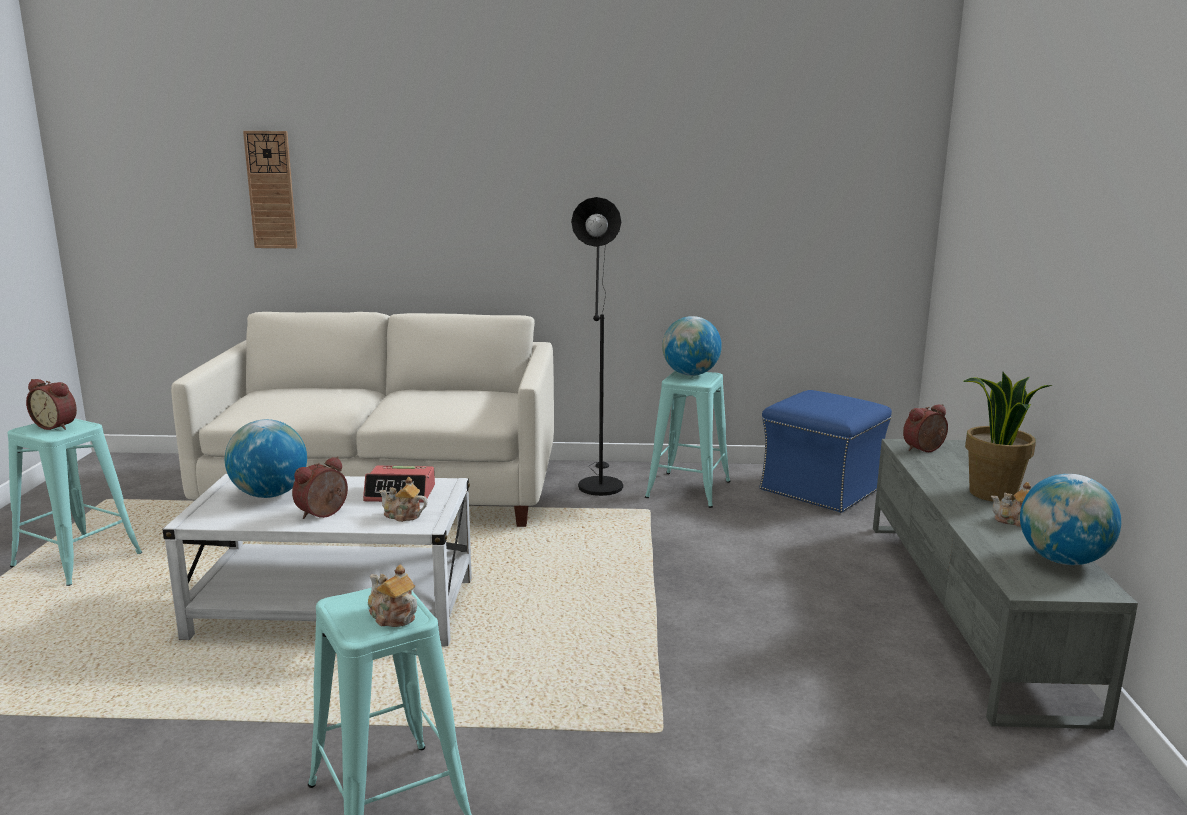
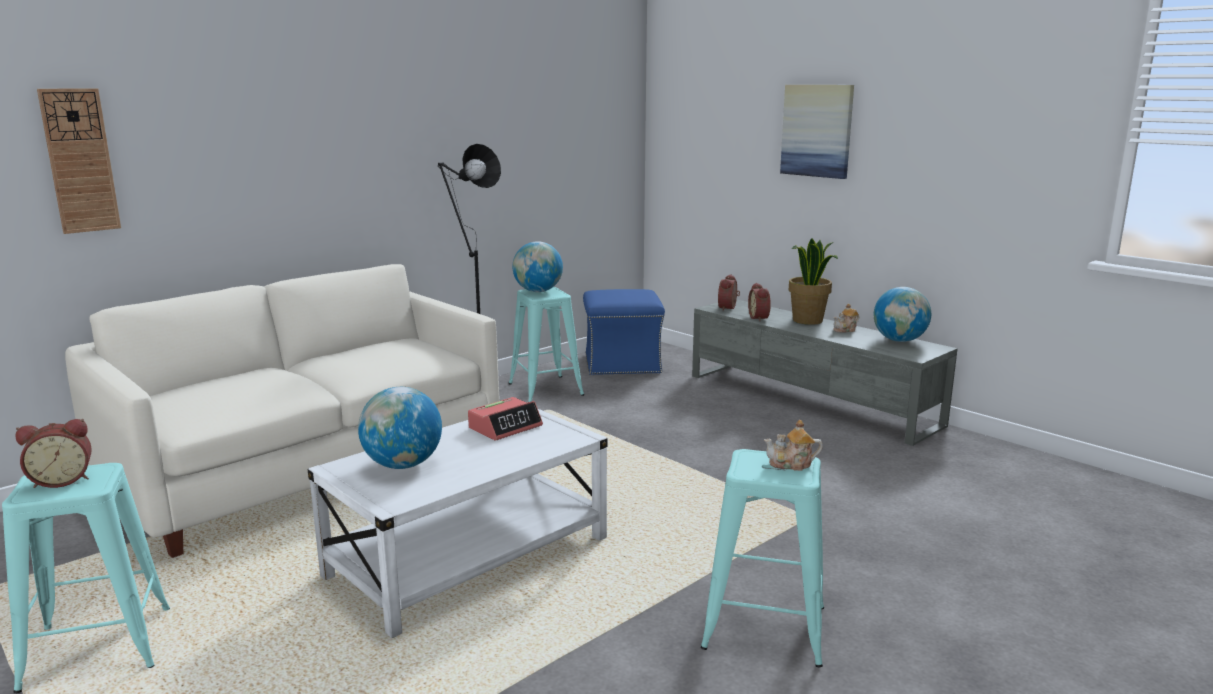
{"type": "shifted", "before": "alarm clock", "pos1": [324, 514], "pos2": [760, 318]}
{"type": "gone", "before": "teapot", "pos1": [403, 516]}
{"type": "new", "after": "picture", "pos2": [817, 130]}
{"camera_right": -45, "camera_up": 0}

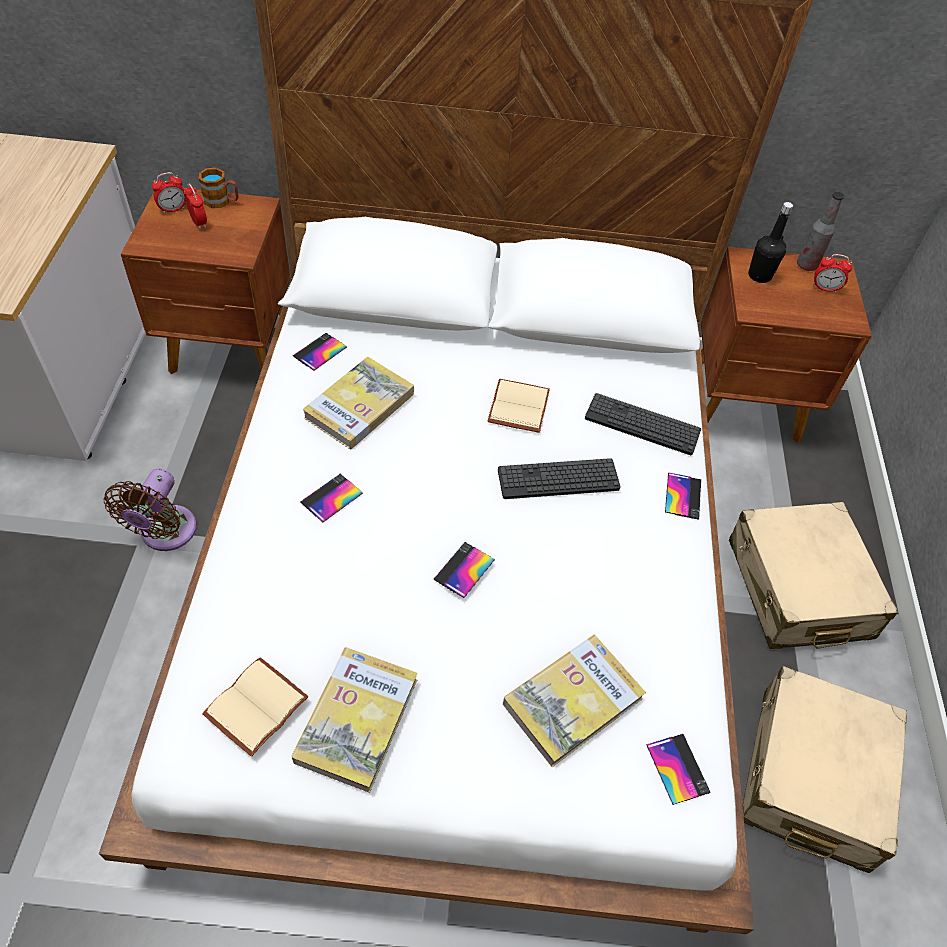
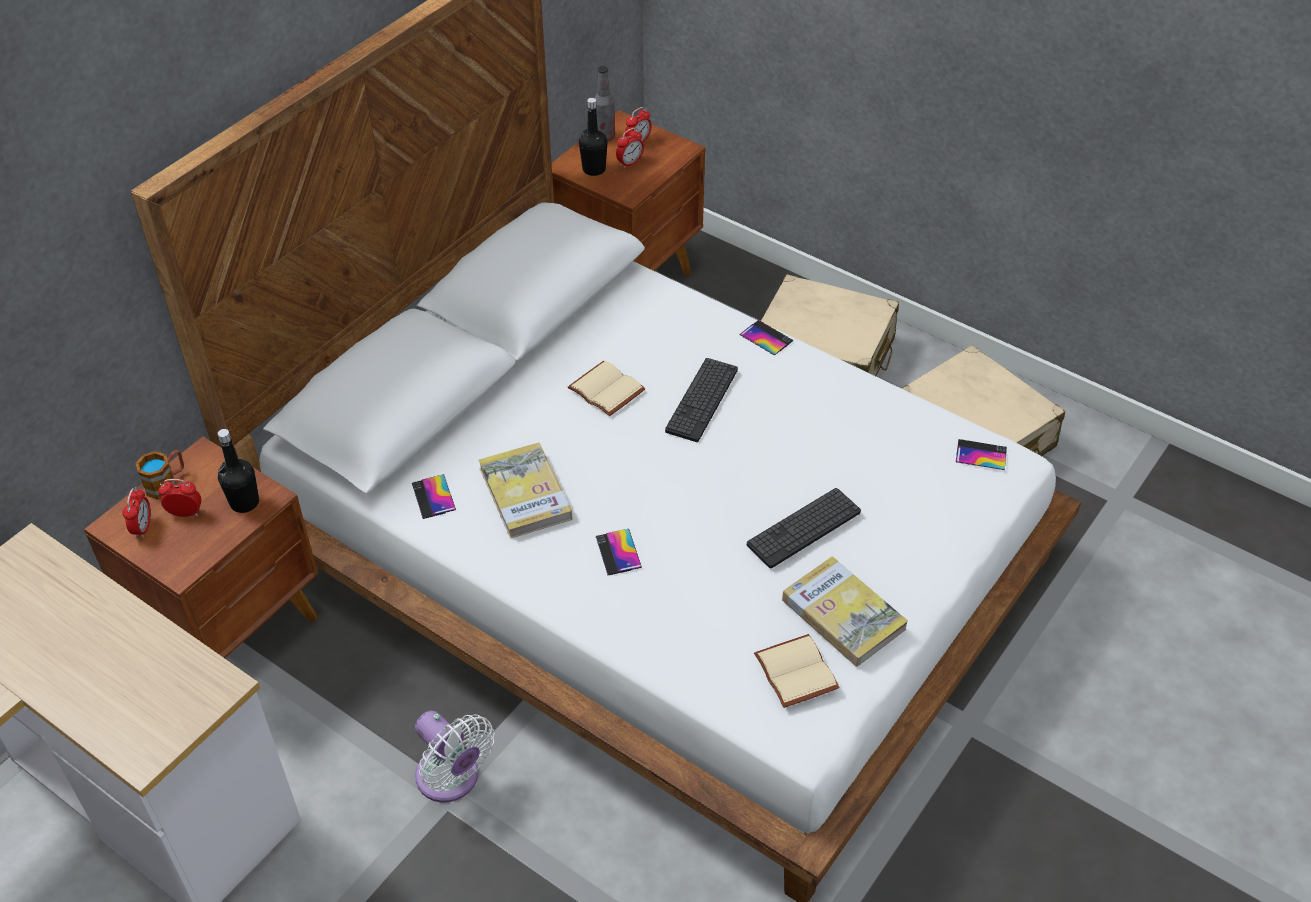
{"type": "repainted", "before": "fan (brown)", "after": "fan (white)", "pos1": [165, 533], "pos2": [451, 779]}
{"type": "gone", "before": "phone", "pos1": [464, 569]}
{"type": "gone", "before": "book", "pos1": [572, 701]}
{"type": "shifted", "before": "keyboard", "pos1": [642, 424], "pos2": [804, 528]}
{"type": "new", "after": "bottle (black)", "pos2": [244, 502]}
{"type": "new", "after": "alarm clock", "pos2": [630, 163]}
{"camera_right": -55, "camera_up": -5}

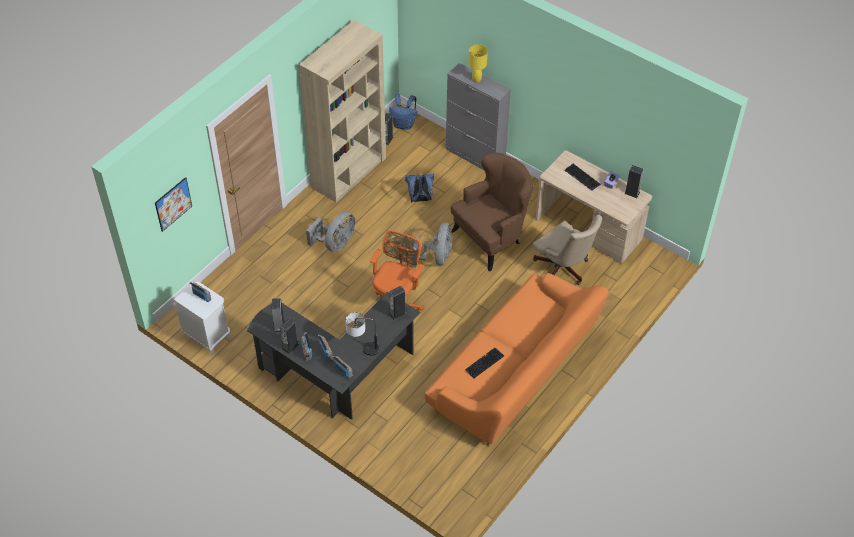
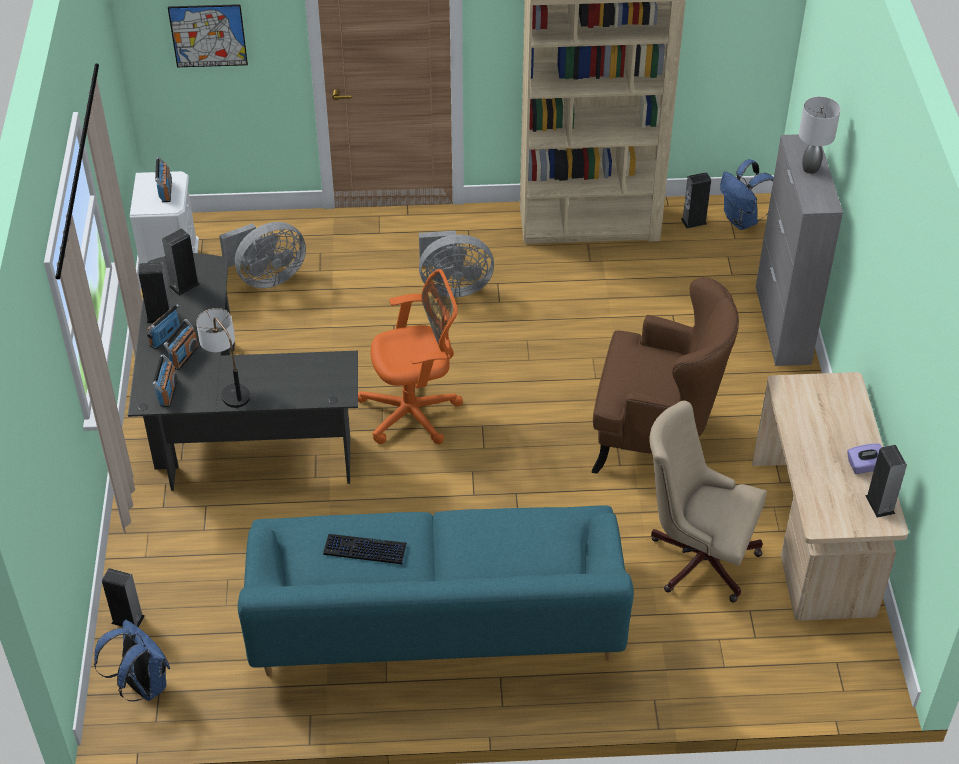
{"type": "shifted", "before": "speaker", "pos1": [397, 313], "pos2": [128, 619]}
{"type": "shifted", "before": "backpack (blue)", "pos1": [420, 199], "pos2": [142, 685]}
{"type": "shifted", "before": "fan (grey)", "pos1": [436, 258], "pos2": [267, 278]}
{"type": "repainted", "before": "sofa (orange)", "after": "sofa (turquoise)", "pos1": [514, 372], "pos2": [436, 620]}
{"type": "repainted", "before": "table lamp (yellow)", "after": "table lamp (grey)", "pos1": [477, 80], "pos2": [810, 169]}
{"type": "rotated", "before": "office chair (beige)", "pos1": [563, 270], "pos2": [696, 556], "turn": 105}
{"type": "gone", "before": "keyboard", "pos1": [582, 177]}
{"camera_right": 50, "camera_up": -5}

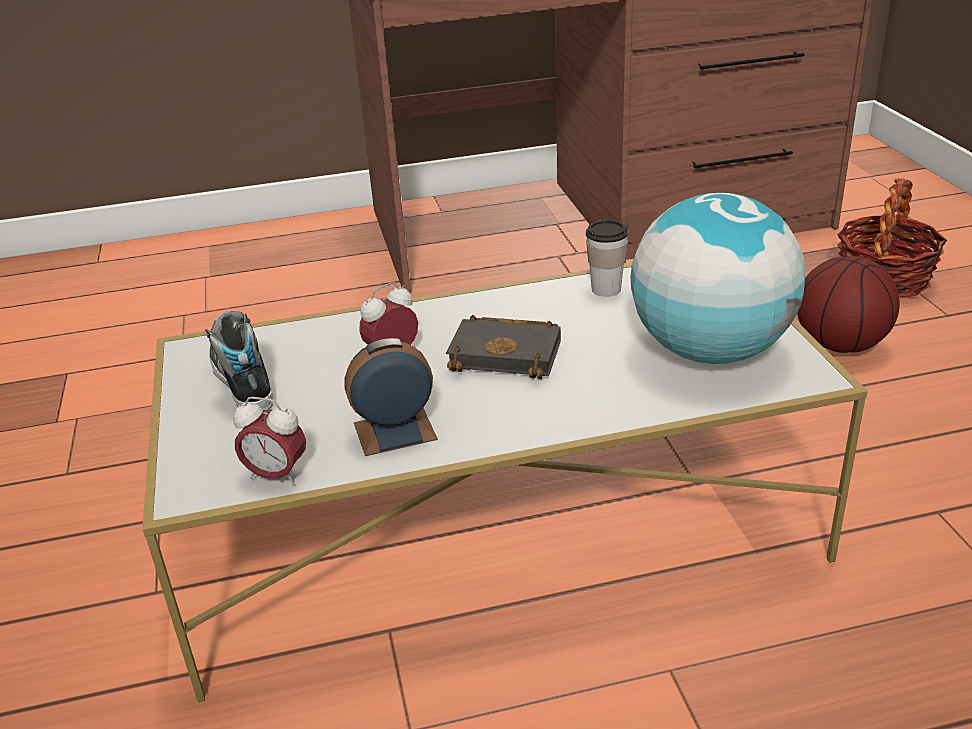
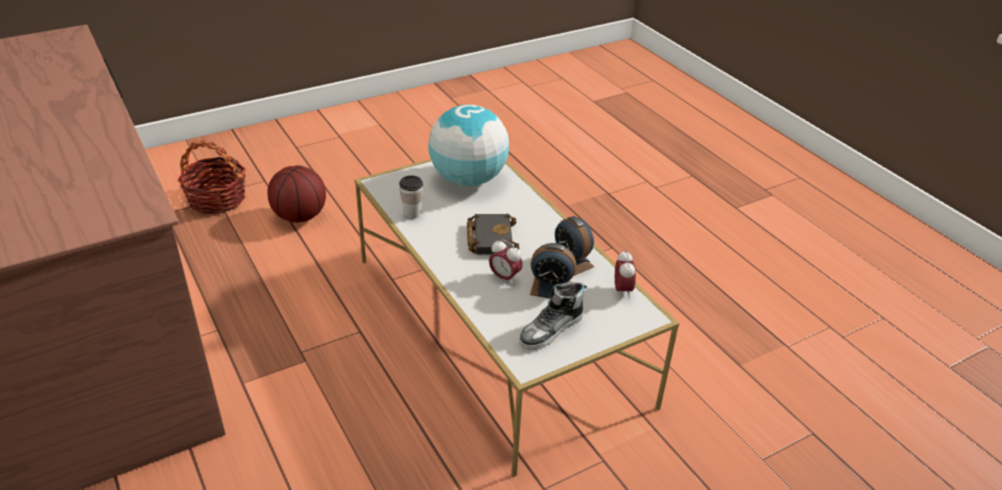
{"type": "new", "after": "alarm clock", "pos2": [551, 288]}
{"camera_right": -110, "camera_up": 5}

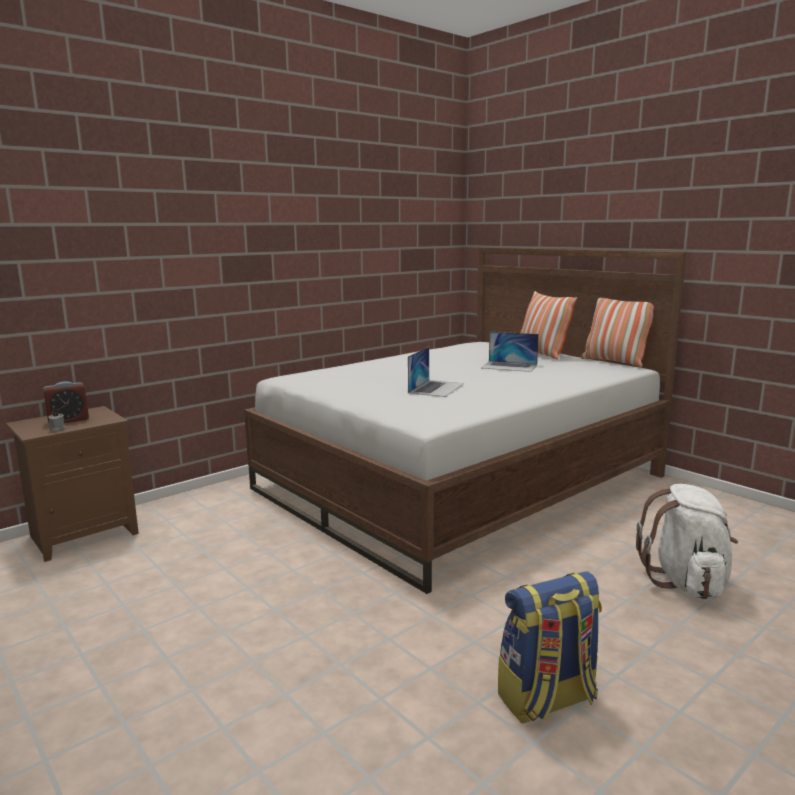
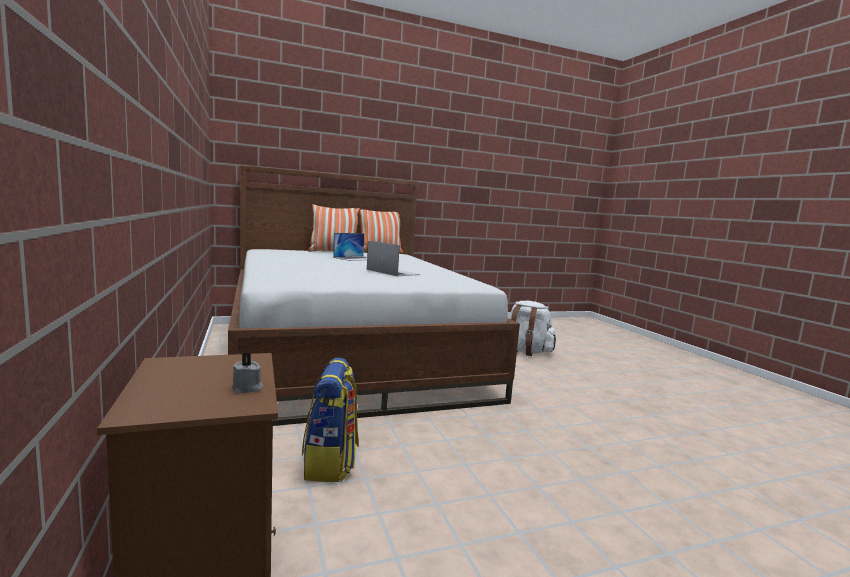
{"type": "gone", "before": "alarm clock", "pos1": [68, 420]}
{"type": "shifted", "before": "backpack", "pos1": [547, 700], "pos2": [331, 463]}
{"camera_right": -70, "camera_up": -5}

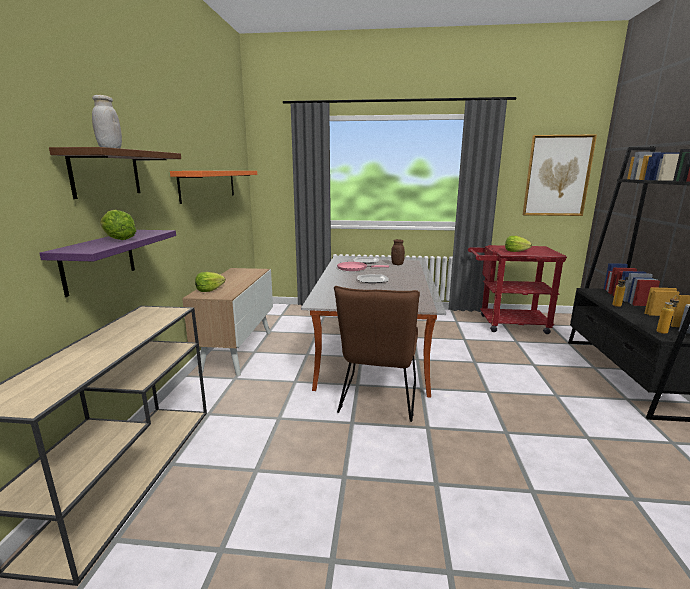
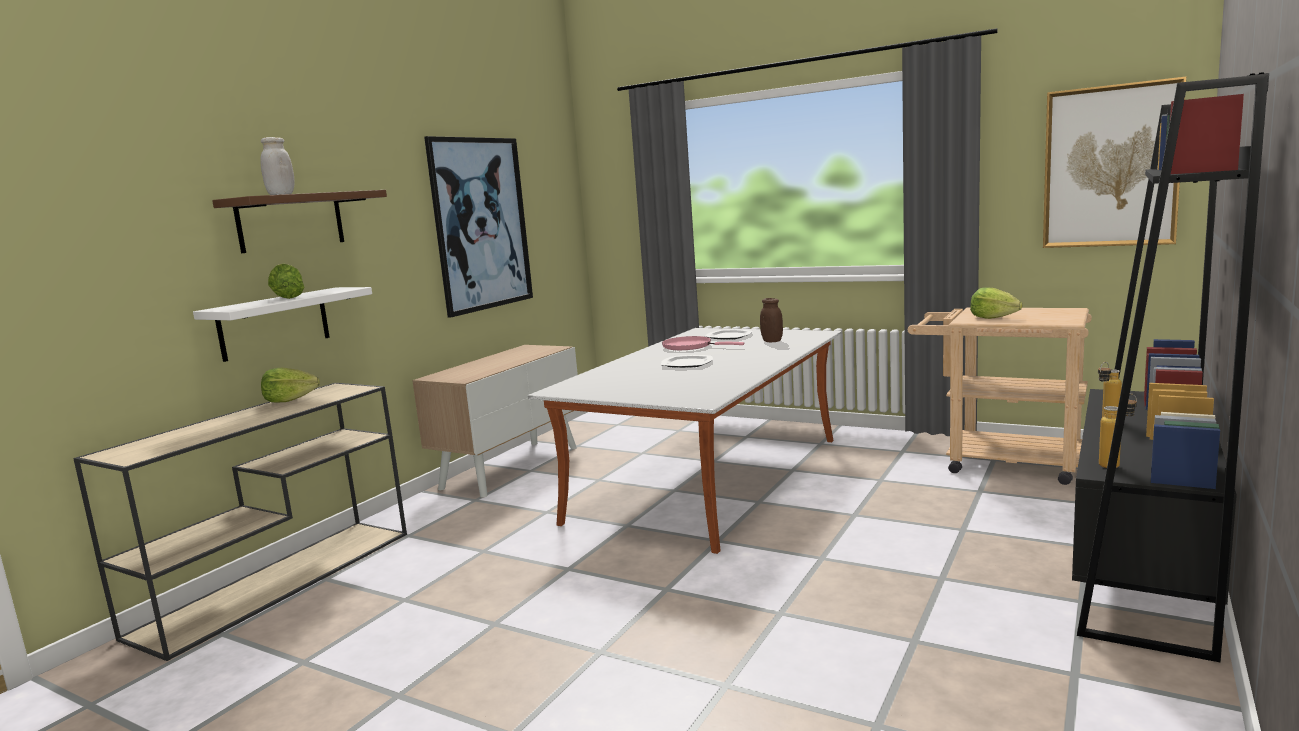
{"type": "repainted", "before": "shelf (purple)", "after": "shelf (white)", "pos1": [99, 261], "pos2": [274, 323]}
{"type": "swapped", "before": "shelf (orange)", "after": "picture", "pos1": [208, 185], "pos2": [481, 224]}
{"type": "shifted", "before": "lettuce", "pos1": [209, 290], "pos2": [289, 400]}
{"type": "gone", "before": "chair (brown)", "pos1": [377, 400]}
{"type": "repainted", "before": "cart (red)", "after": "cart (beige)", "pos1": [506, 324], "pos2": [999, 462]}
{"camera_right": 25, "camera_up": -5}

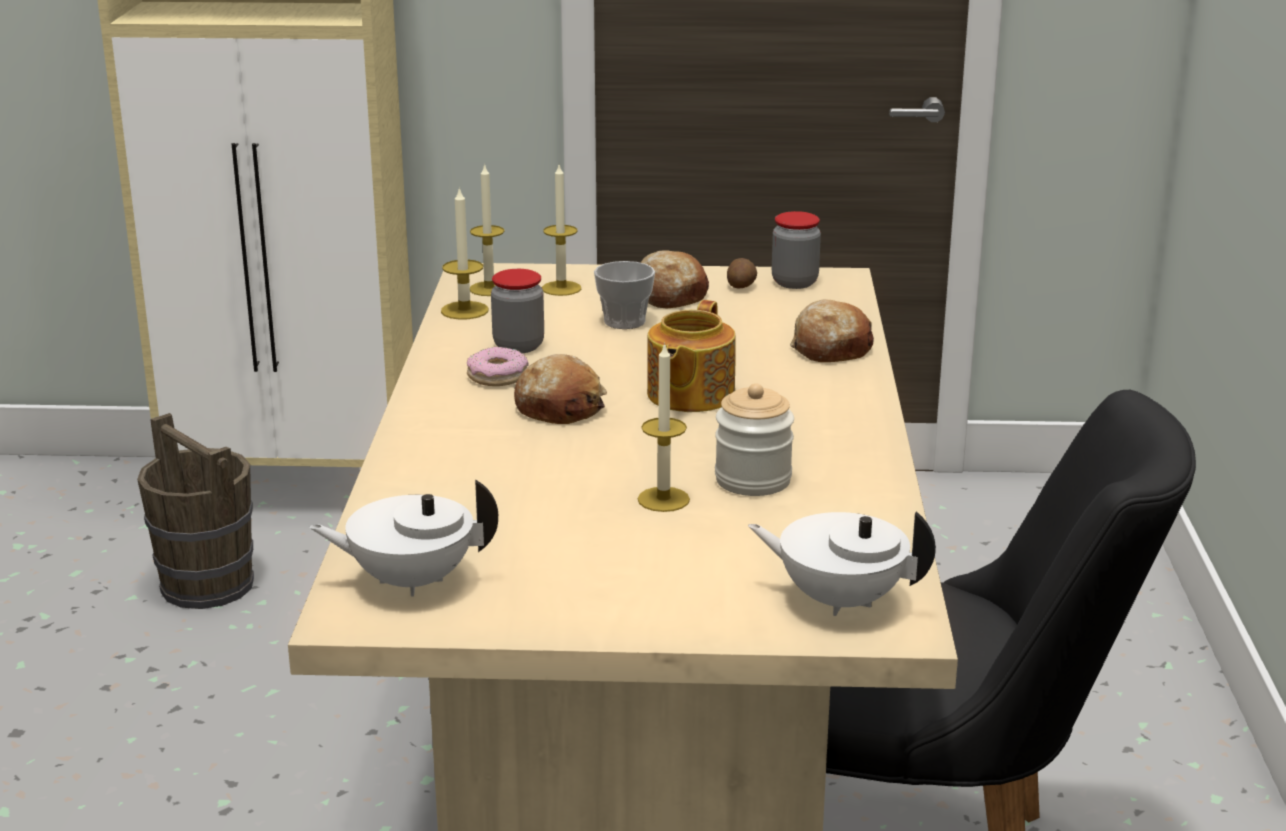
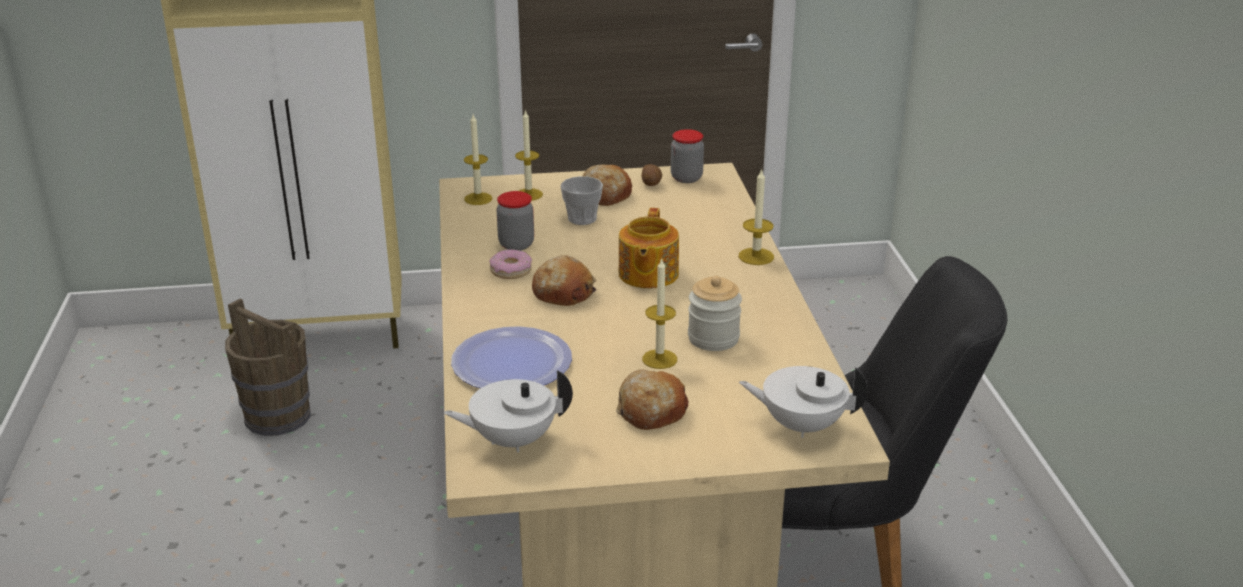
{"type": "shifted", "before": "candle", "pos1": [464, 310], "pos2": [756, 256]}
{"type": "shifted", "before": "bread", "pos1": [830, 348], "pos2": [651, 411]}
{"type": "new", "after": "plate", "pos2": [512, 362]}
{"camera_right": -10, "camera_up": 5}

